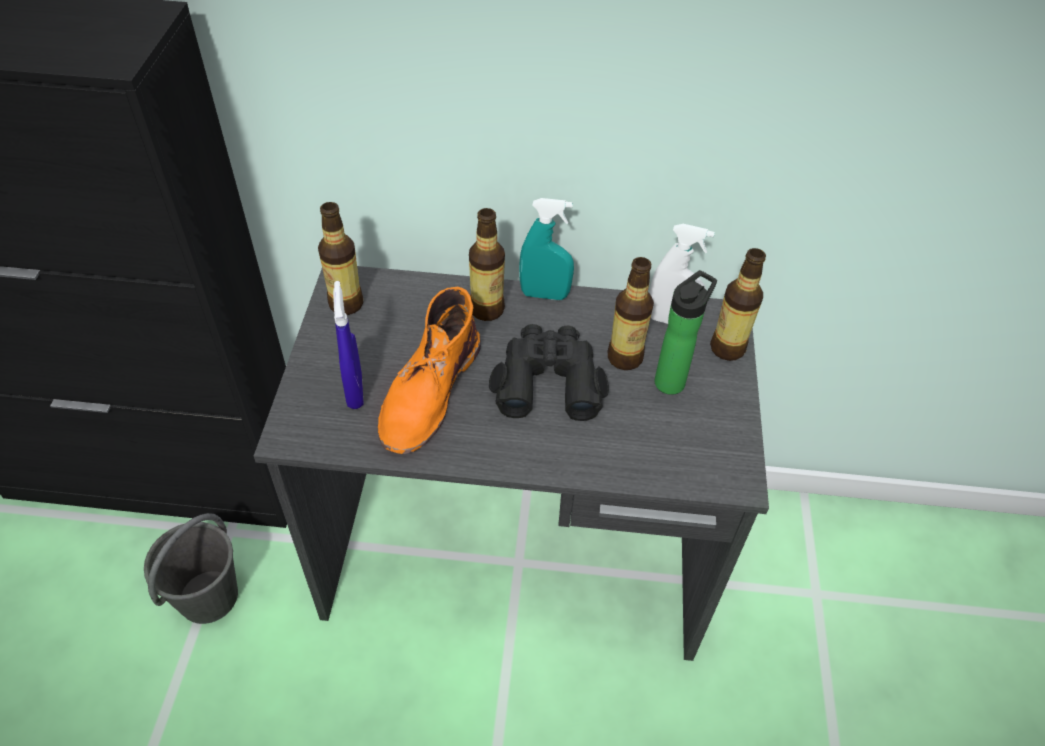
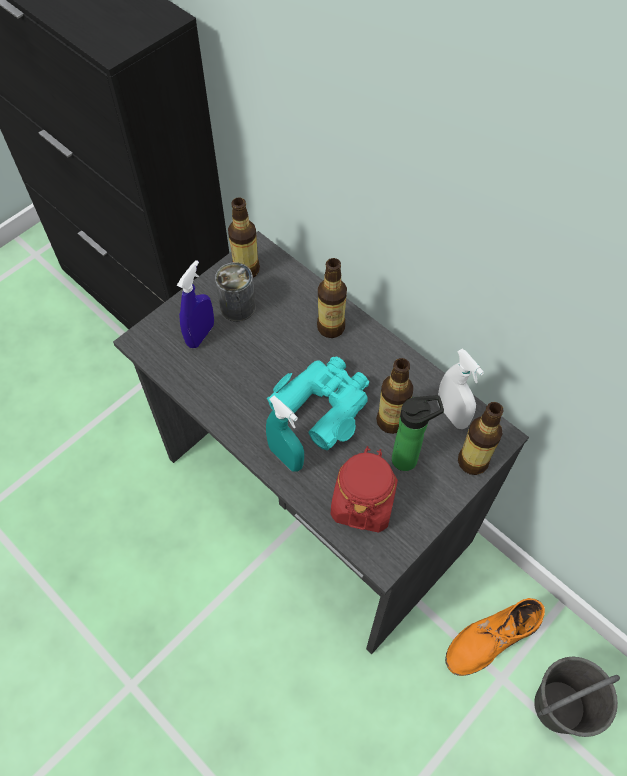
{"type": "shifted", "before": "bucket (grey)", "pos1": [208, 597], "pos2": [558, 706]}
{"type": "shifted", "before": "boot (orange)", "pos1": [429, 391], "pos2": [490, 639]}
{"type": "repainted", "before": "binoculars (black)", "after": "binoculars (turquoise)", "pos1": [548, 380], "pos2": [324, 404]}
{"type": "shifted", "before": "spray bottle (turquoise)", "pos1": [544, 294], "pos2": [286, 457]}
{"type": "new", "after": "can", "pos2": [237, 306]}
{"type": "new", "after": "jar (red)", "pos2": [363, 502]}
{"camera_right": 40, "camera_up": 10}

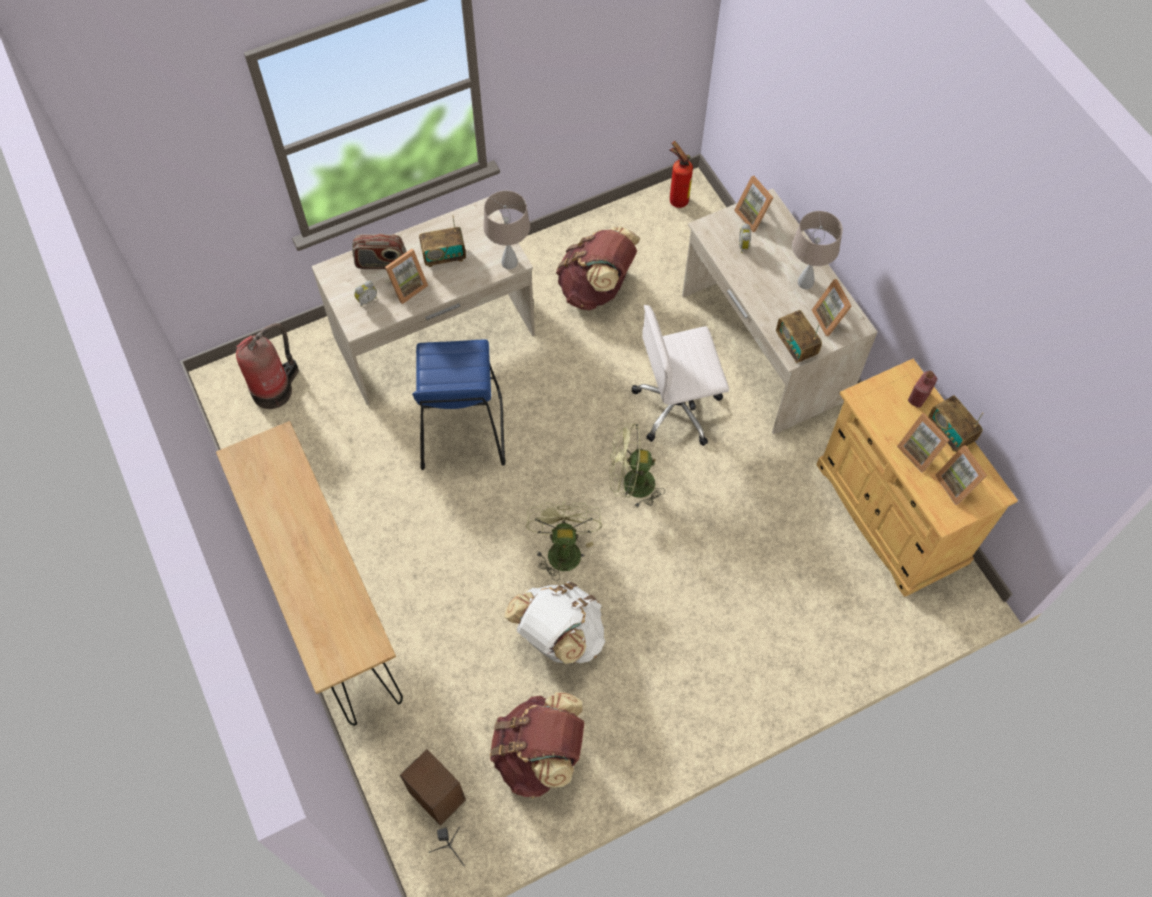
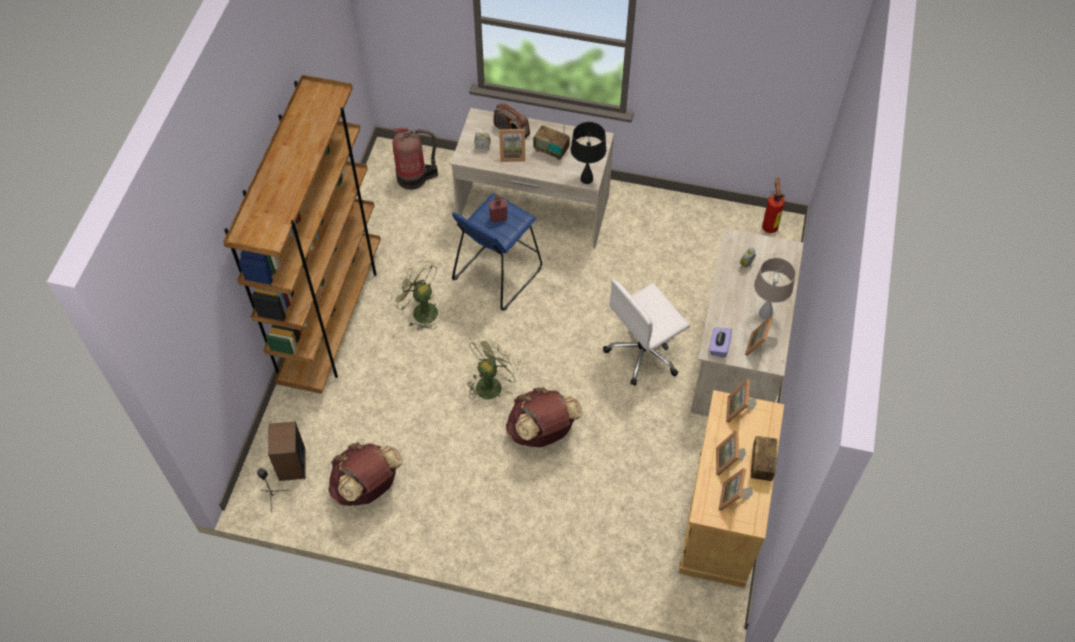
{"type": "swapped", "before": "console table (brown)", "after": "bookcase (brown)", "pos1": [330, 606], "pos2": [332, 318]}
{"type": "repainted", "before": "table lamp (beige)", "after": "table lamp (black)", "pos1": [509, 262], "pos2": [587, 179]}
{"type": "gone", "before": "backpack (white)", "pos1": [559, 636]}
{"type": "shifted", "before": "backpack (brown)", "pos1": [596, 289], "pos2": [542, 432]}
{"type": "shifted", "before": "fan (green)", "pos1": [631, 484], "pos2": [420, 310]}
{"type": "rotated", "before": "office chair (white)", "pos1": [678, 407], "pos2": [644, 352], "turn": -60}
{"type": "shifted", "before": "picture frame", "pos1": [754, 216], "pos2": [739, 410]}
{"type": "swapped", "before": "radio", "after": "tissue box (purple)", "pos1": [796, 345], "pos2": [719, 347]}
{"type": "shifted", "before": "bottle (red)", "pos1": [918, 398], "pos2": [498, 218]}
{"camera_right": 40, "camera_up": -5}

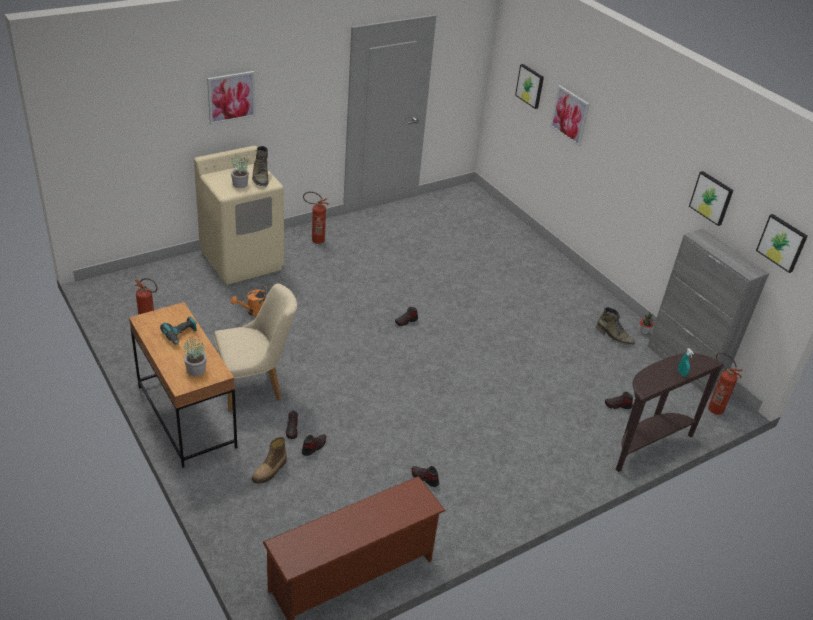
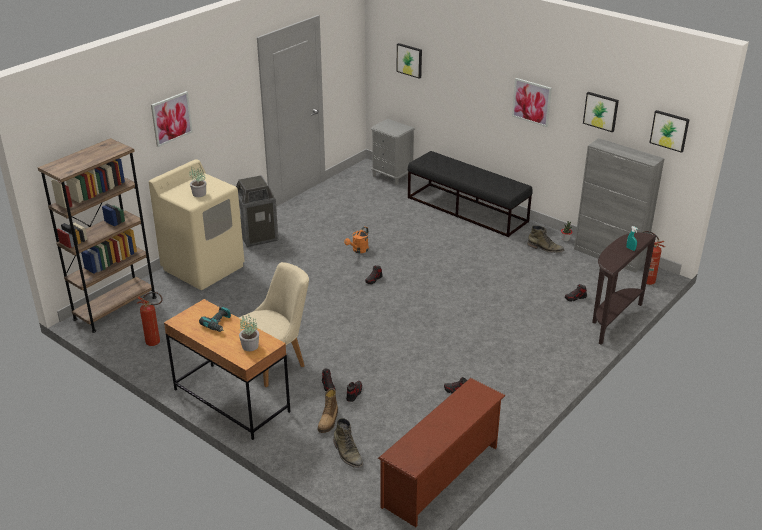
{"type": "shifted", "before": "watering can (orange)", "pos1": [253, 312], "pos2": [358, 250]}
{"type": "shifted", "before": "boot (green)", "pos1": [260, 177], "pos2": [347, 453]}
{"type": "swapped", "before": "fire extinguisher", "after": "trash can", "pos1": [314, 240], "pos2": [258, 236]}
{"type": "shifted", "before": "picture", "pos1": [570, 115], "pos2": [532, 102]}
{"type": "new", "after": "bookcase (brown)", "pos2": [115, 308]}
{"type": "new", "after": "nightstand (grey)", "pos2": [392, 176]}
{"type": "new", "after": "bench (black)", "pos2": [467, 209]}
{"camera_right": -15, "camera_up": -5}

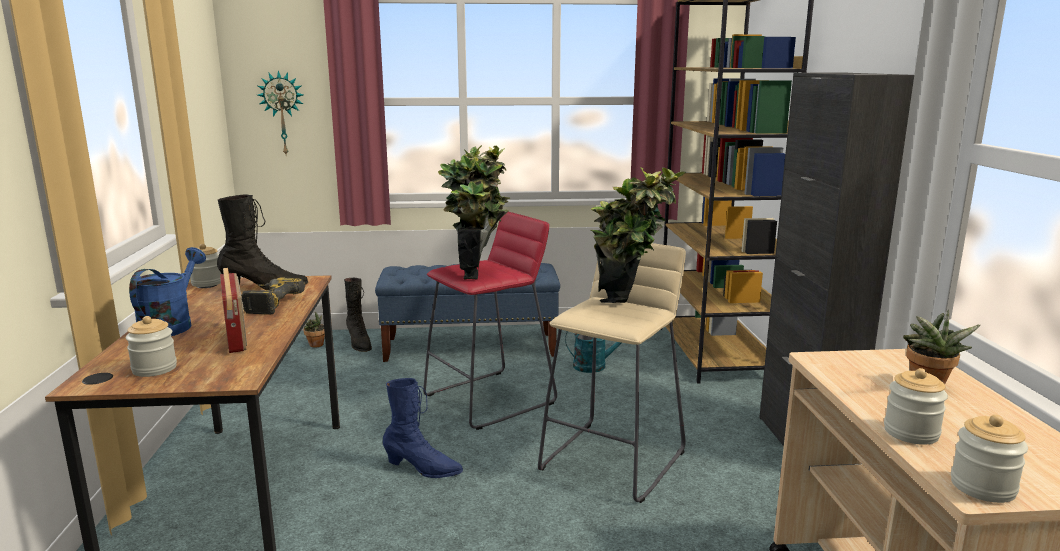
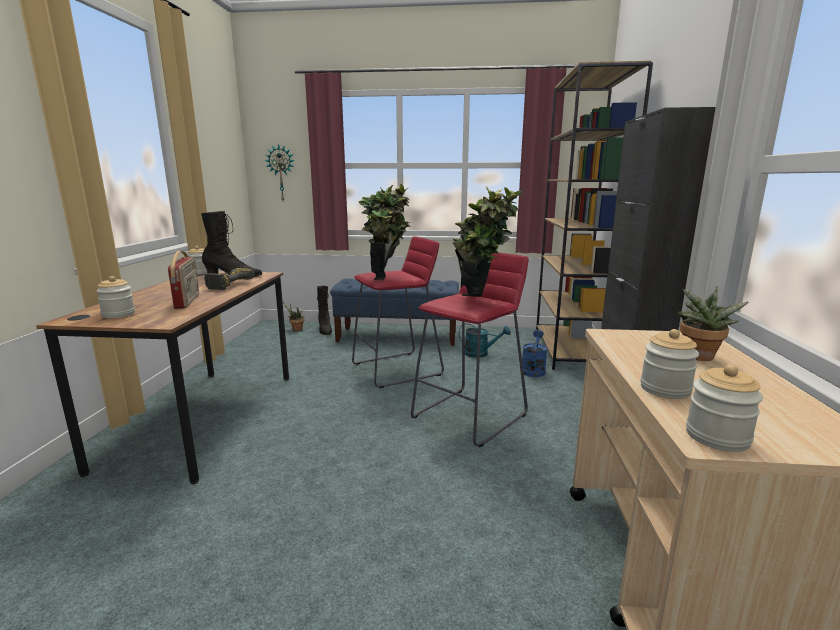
{"type": "shifted", "before": "watering can (blue)", "pos1": [170, 325], "pos2": [533, 369]}
{"type": "gone", "before": "boot (blue)", "pos1": [422, 469]}
{"type": "repainted", "before": "stool (beige)", "after": "stool (red)", "pos1": [614, 460], "pos2": [470, 416]}
{"camera_right": 10, "camera_up": 0}

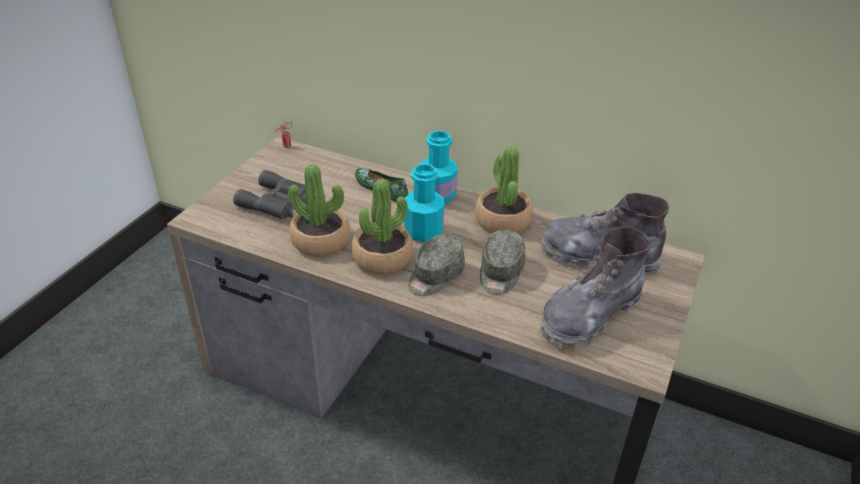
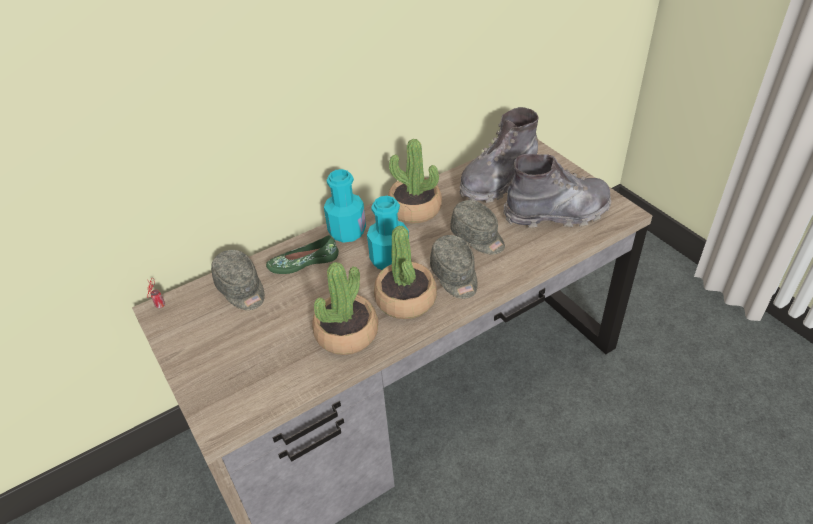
{"type": "gone", "before": "binoculars (grey)", "pos1": [278, 203]}
{"type": "rotated", "before": "boot (grey)", "pos1": [589, 315], "pos2": [557, 213], "turn": -90}
{"type": "new", "after": "cap (grey)", "pos2": [241, 289]}
{"camera_right": -55, "camera_up": 5}

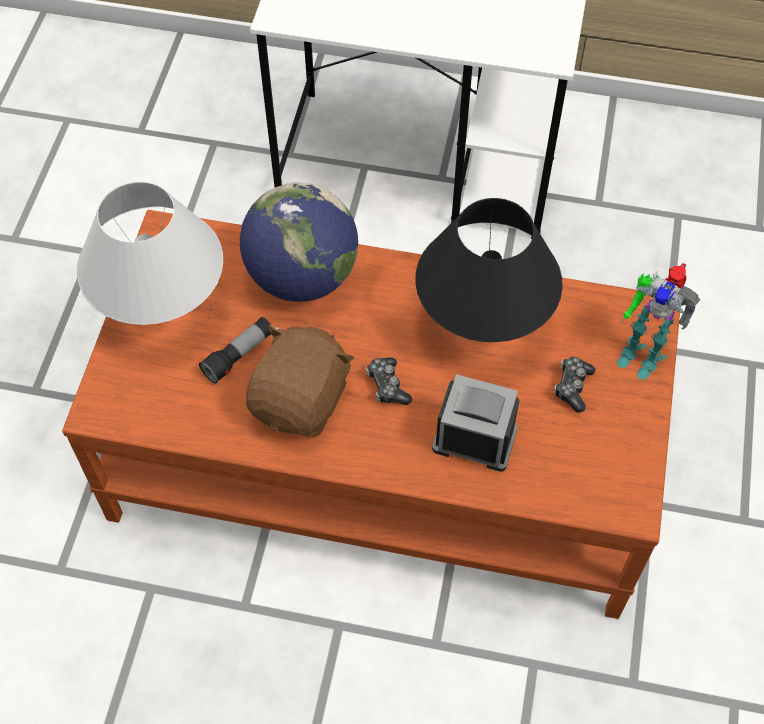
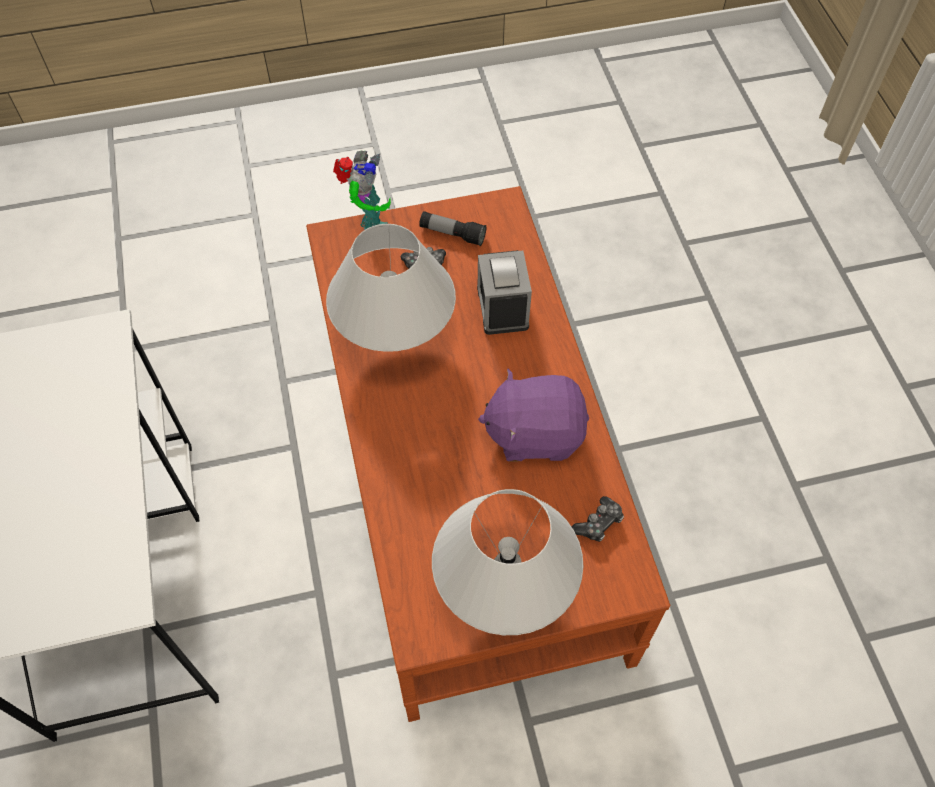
{"type": "shifted", "before": "flashlight", "pos1": [239, 355], "pos2": [452, 234]}
{"type": "gone", "before": "globe", "pos1": [302, 277]}
{"type": "repainted", "before": "plush toy (brown)", "after": "plush toy (purple)", "pos1": [302, 400], "pos2": [534, 433]}
{"type": "shifted", "before": "game controller", "pos1": [387, 385], "pos2": [598, 523]}
{"type": "repainted", "before": "table lamp (black)", "after": "table lamp (white)", "pos1": [482, 323], "pos2": [395, 338]}
{"camera_right": -115, "camera_up": 0}

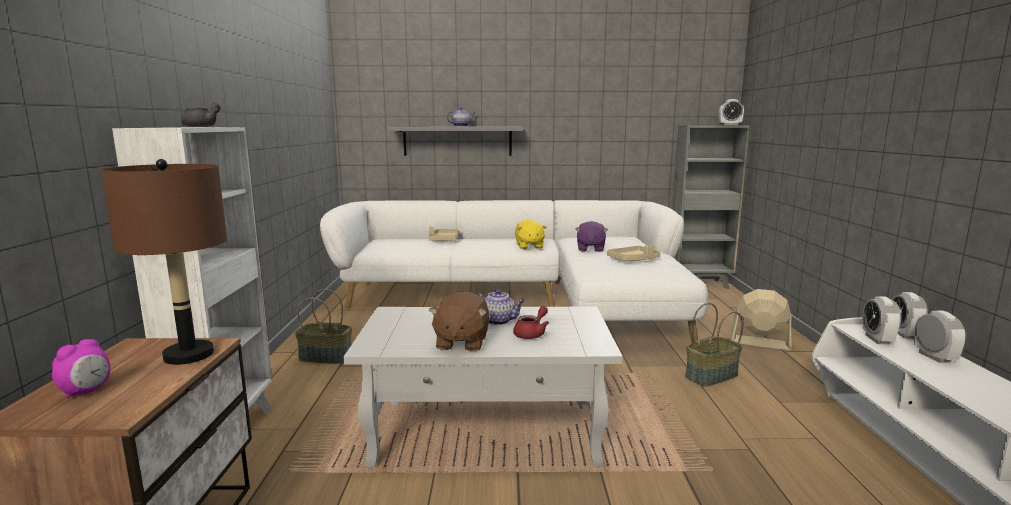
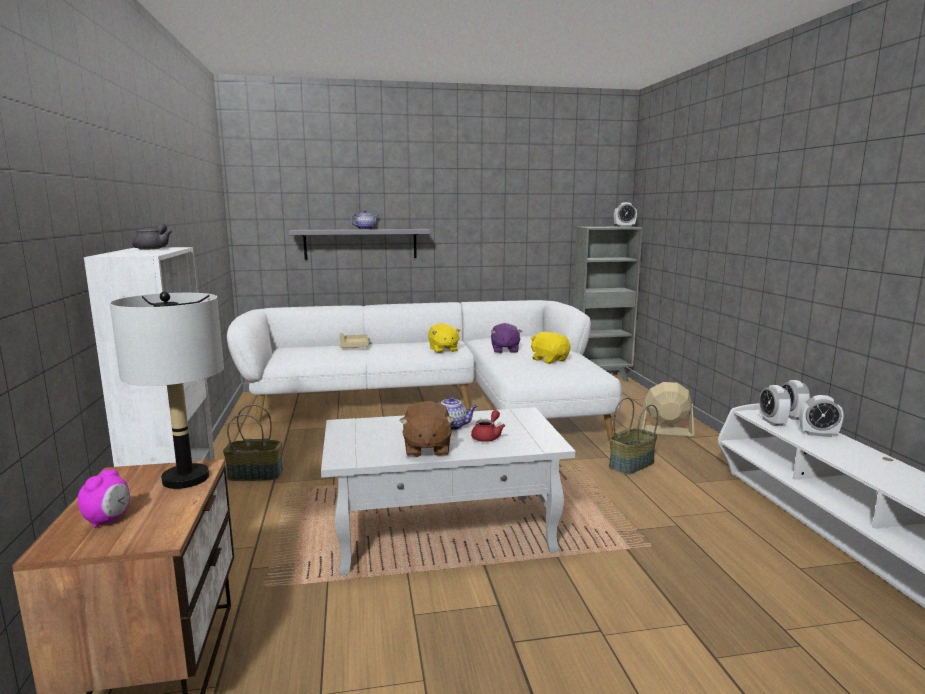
{"type": "repainted", "before": "table lamp (brown)", "after": "table lamp (grey)", "pos1": [189, 355], "pos2": [186, 479]}
{"type": "swapped", "before": "tray (beige)", "after": "plush toy (yellow)", "pos1": [633, 260], "pos2": [549, 360]}
{"type": "rotated", "before": "alarm clock", "pos1": [934, 357], "pos2": [818, 434], "turn": 120}
{"camera_right": -10, "camera_up": 0}

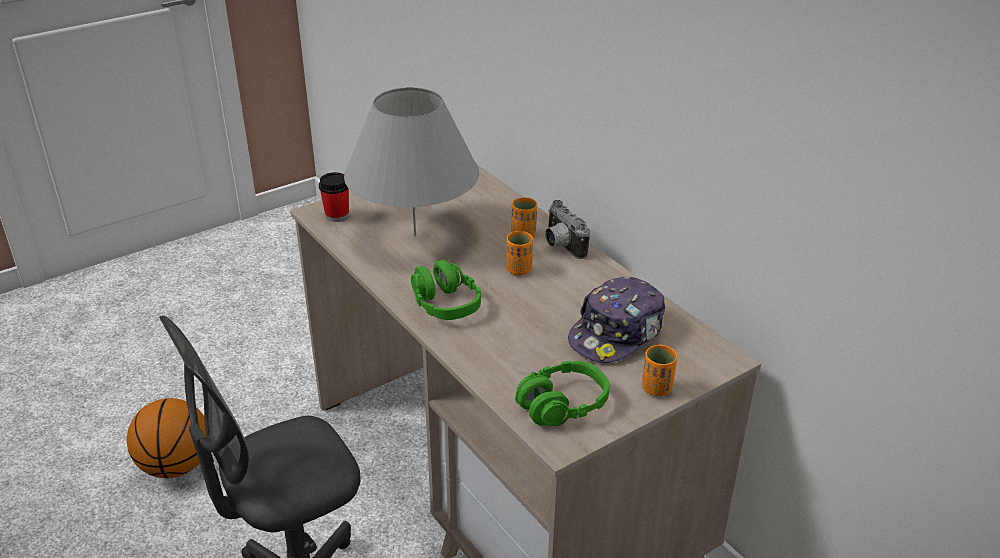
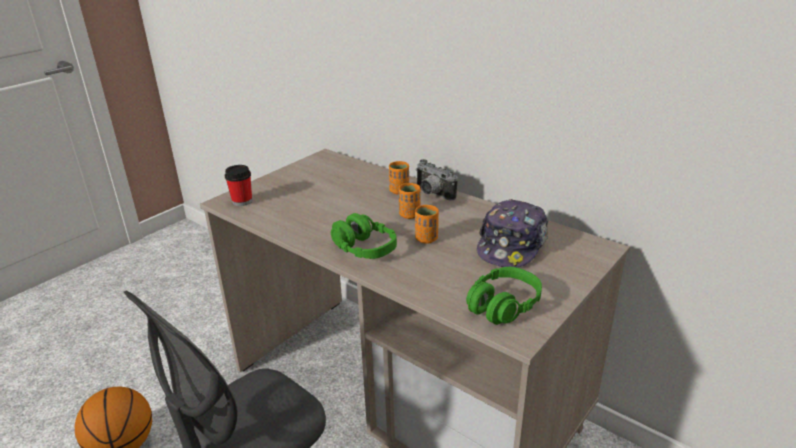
{"type": "gone", "before": "table lamp (grey)", "pos1": [415, 235]}
{"type": "shifted", "before": "cup (orange)", "pos1": [657, 388], "pos2": [426, 239]}
{"camera_right": -15, "camera_up": -5}

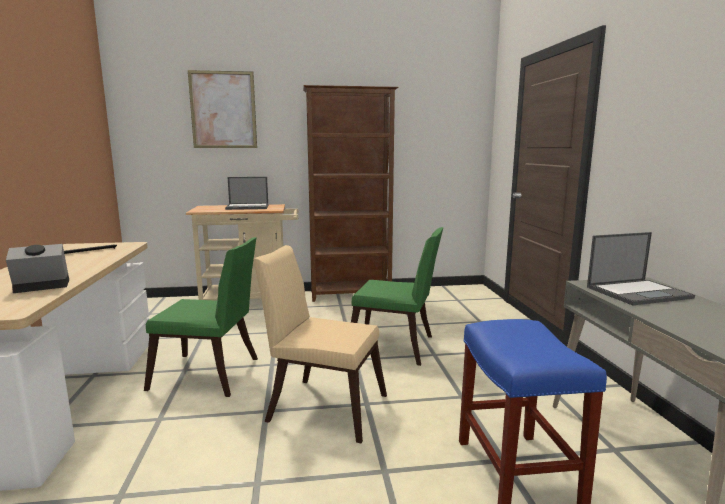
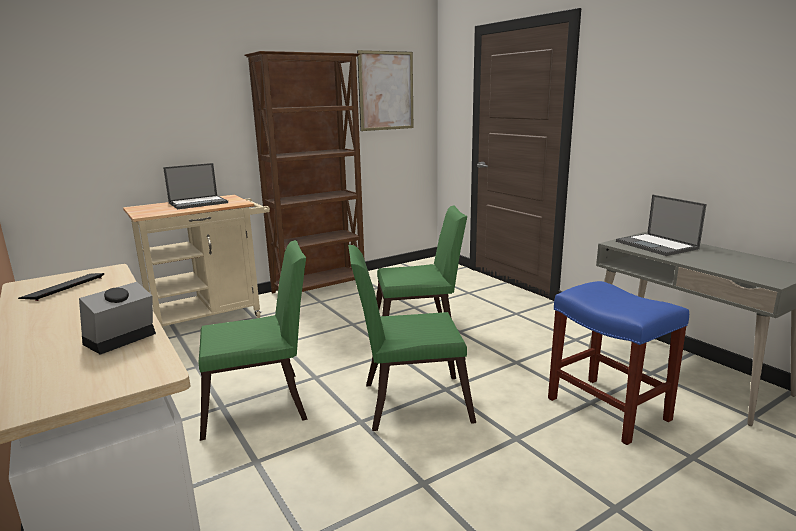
{"type": "shifted", "before": "picture", "pos1": [223, 110], "pos2": [386, 91]}
{"type": "repainted", "before": "chair (beige)", "after": "chair (green)", "pos1": [321, 406], "pos2": [408, 402]}
{"type": "rotated", "before": "laptop", "pos1": [638, 292], "pos2": [657, 245], "turn": 105}
{"camera_right": -25, "camera_up": 5}

